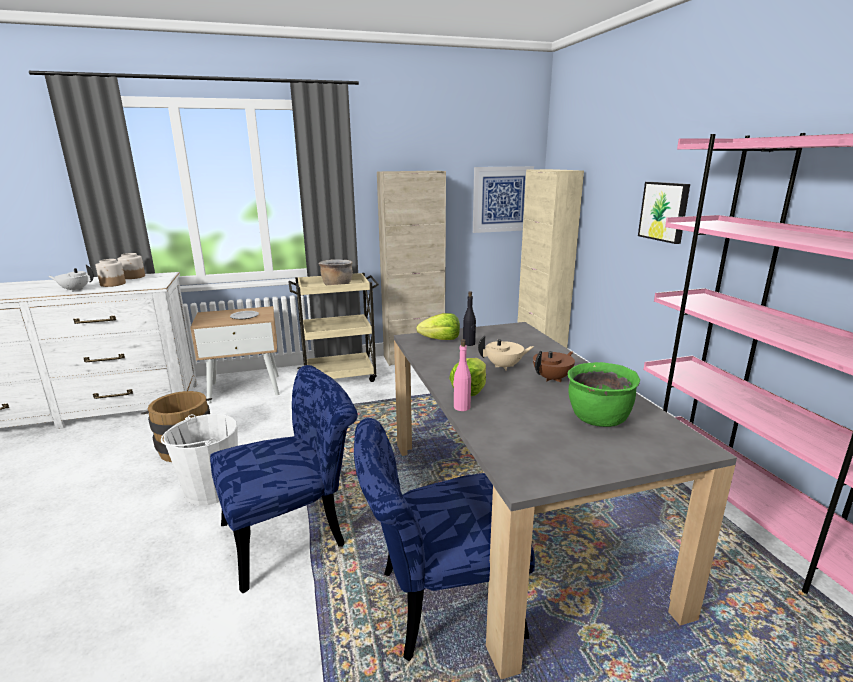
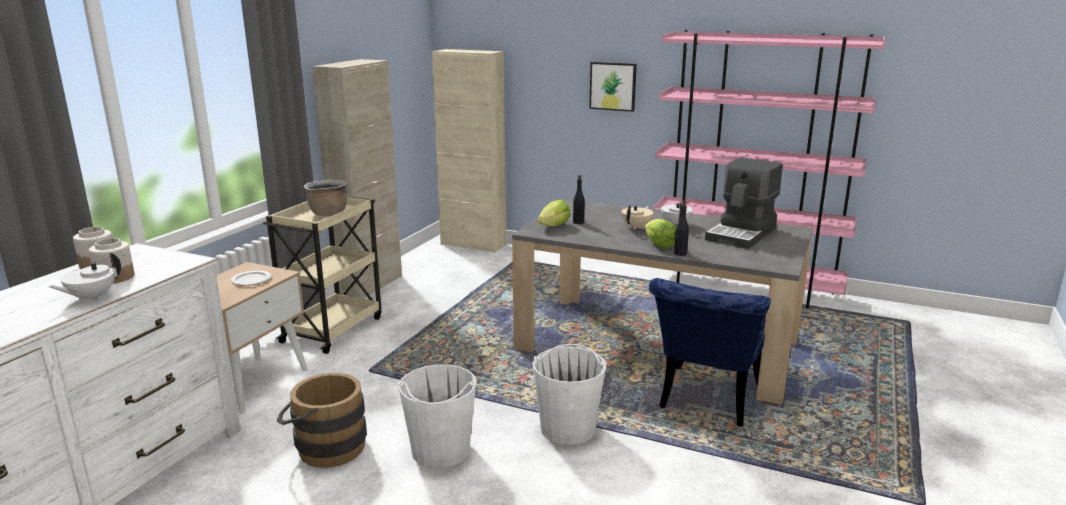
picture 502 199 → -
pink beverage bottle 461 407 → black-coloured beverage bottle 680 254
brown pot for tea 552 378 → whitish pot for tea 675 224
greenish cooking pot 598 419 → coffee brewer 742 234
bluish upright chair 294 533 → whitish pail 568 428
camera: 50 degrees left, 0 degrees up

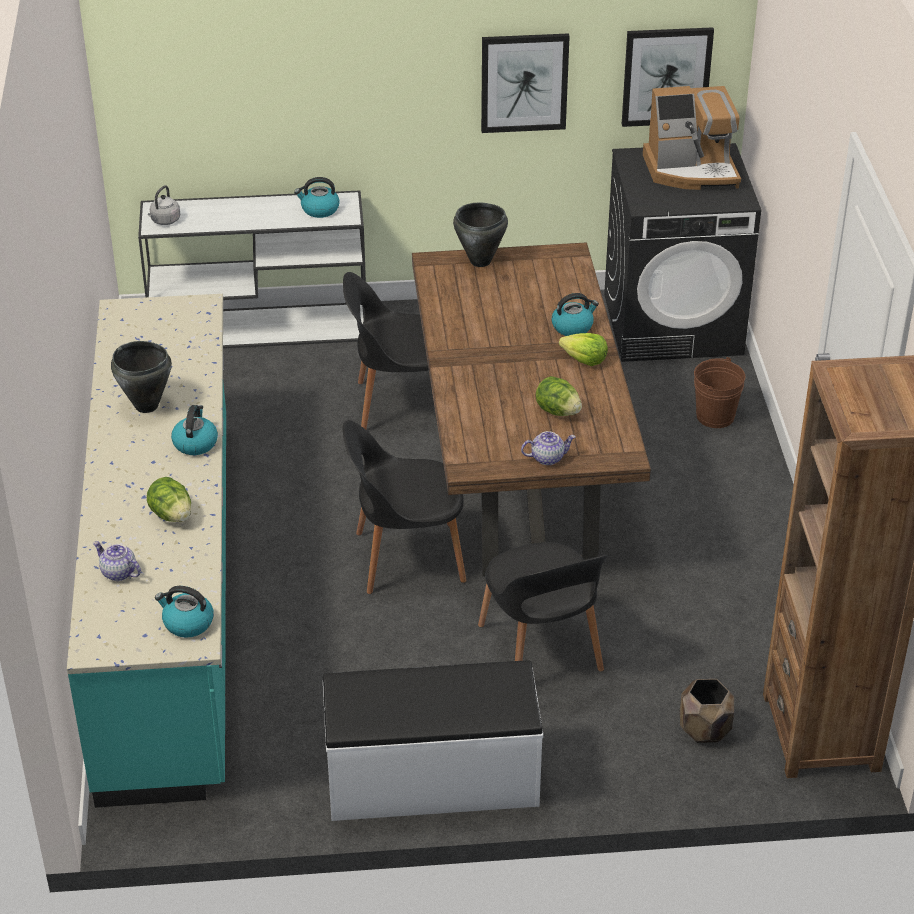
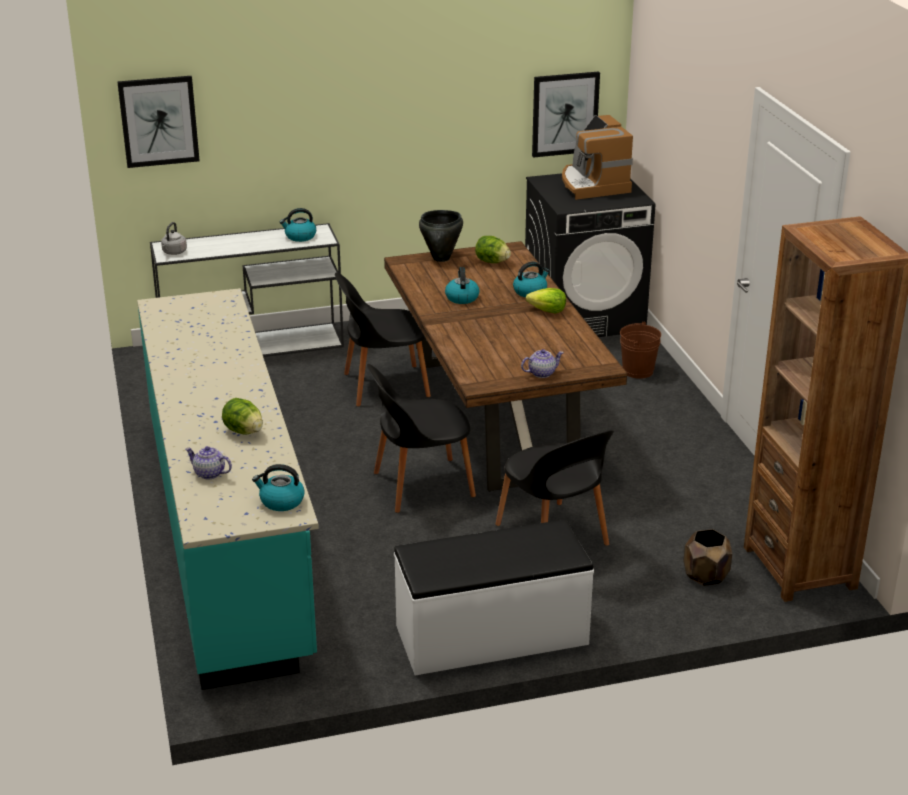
picture 524 82 → picture 159 121, move
coffee brewer 691 170 → coffee brewer 592 185, 90 degrees clockwise
black-coloured cooking pot 146 406 → -
lettuce 557 411 → lettuce 492 262, move
tea kettle 195 443 → tea kettle 461 297, move
camera: 10 degrees left, 10 degrees down

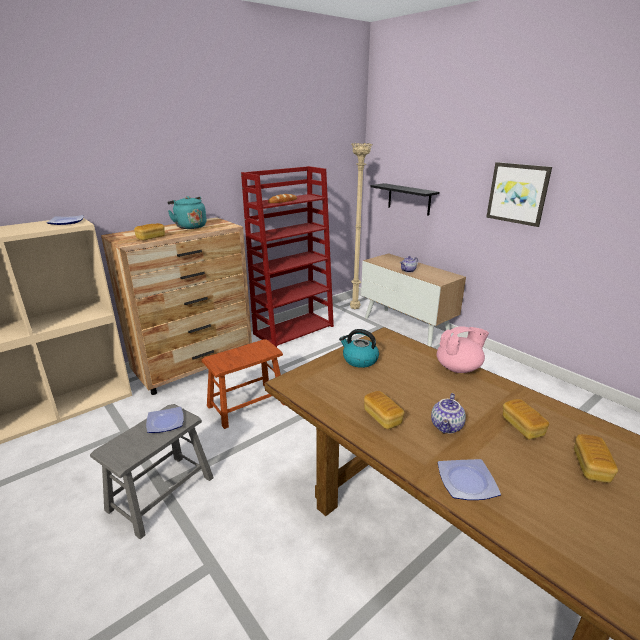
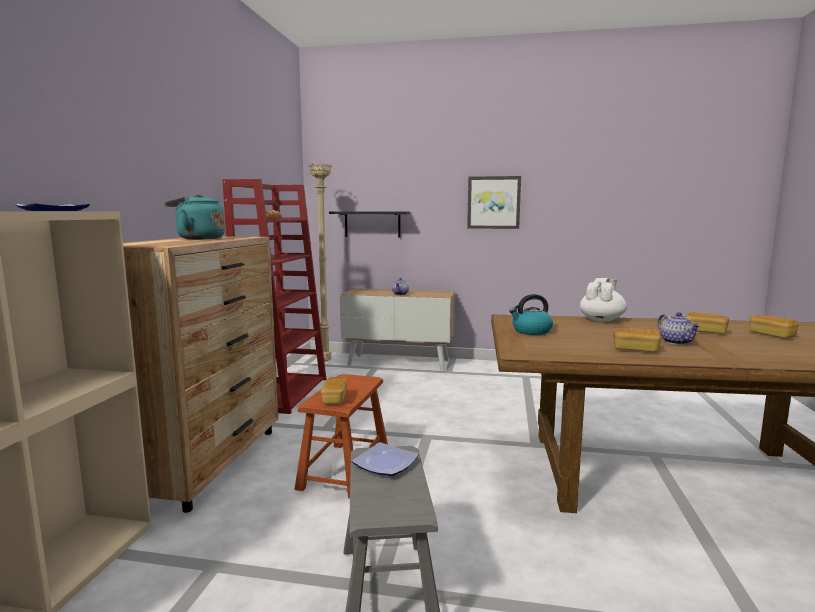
baked bread 151 238 → baked bread 334 399, move
pink pot for tea 459 368 → whitish pot for tea 601 320
plate 465 481 → -
camera: 40 degrees left, 15 degrees down

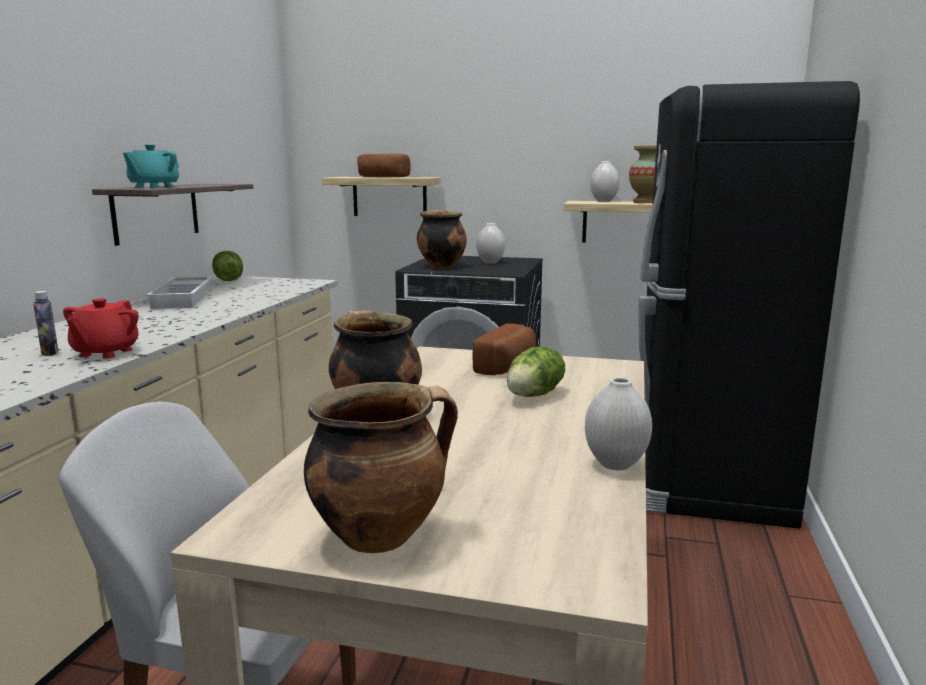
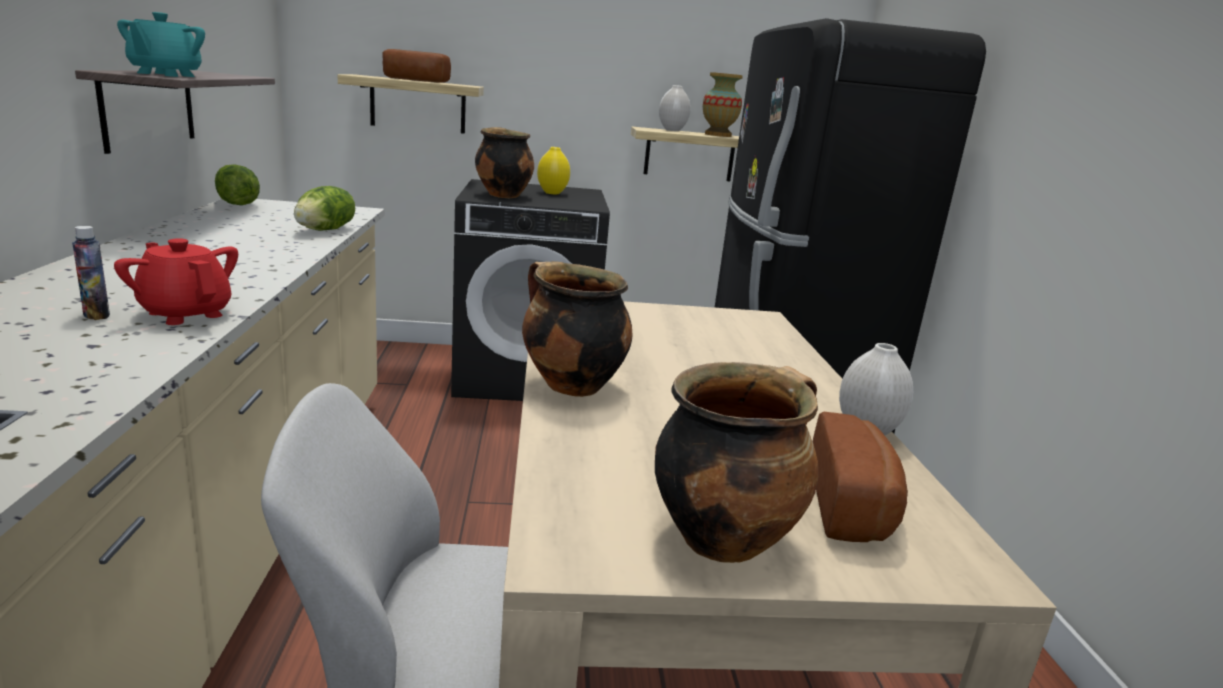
whitish vase 490 263 → yellow-coloured vase 552 193
whitish serving tray 184 298 → -
reddish pot for tea 105 352 → reddish pot for tea 185 313, 135 degrees clockwise
baked bread 509 366 → baked bread 854 504, move
lettuce 535 395 → lettuce 326 230, move
camera: 20 degrees left, 5 degrees up

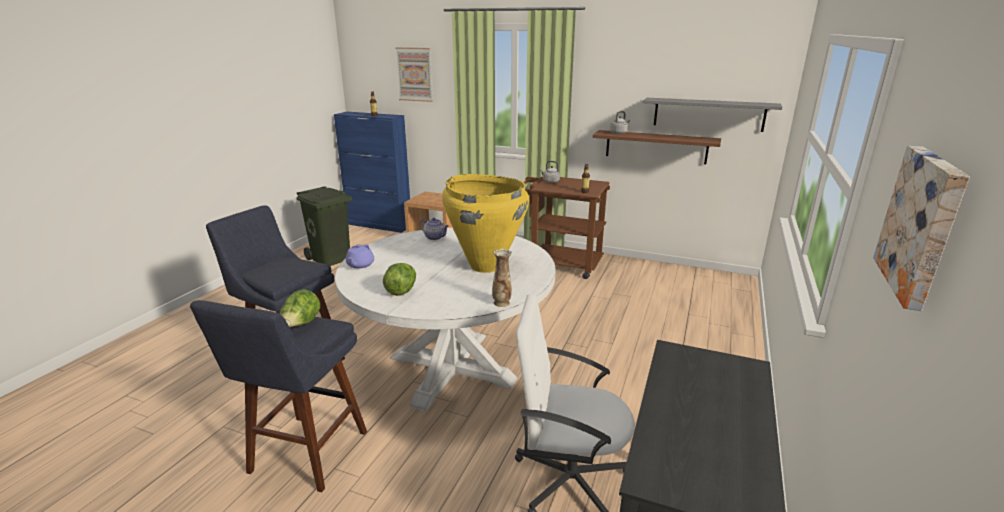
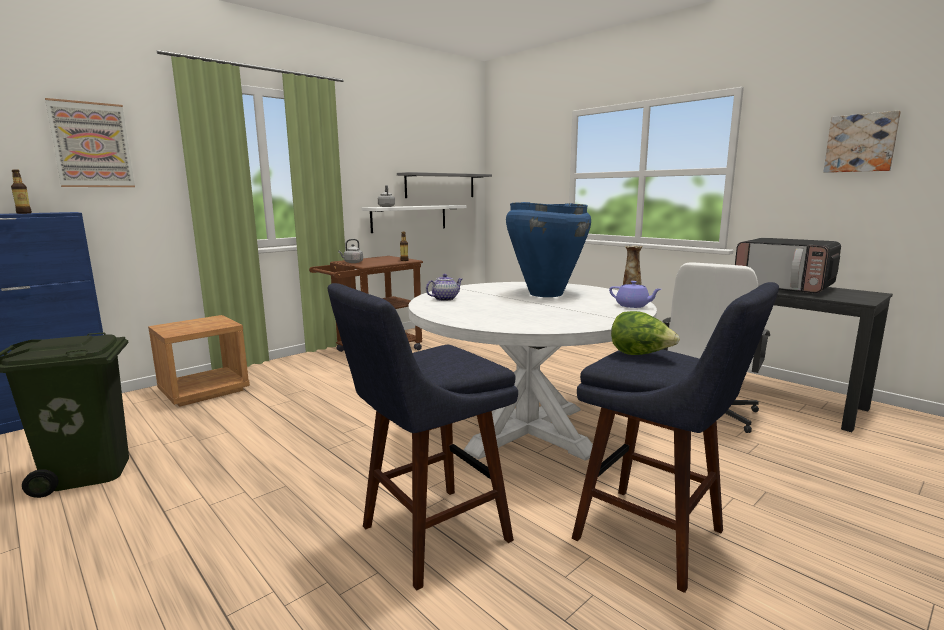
brown wall shelf 656 147 → whitish wall shelf 409 218
yellow-coloured vase 486 266 → bluish vase 546 294
purple pot for tea 360 265 → purple pot for tea 633 306, move
lettuce 401 290 → -
- → microwave 784 287
camera: 65 degrees left, 10 degrees down

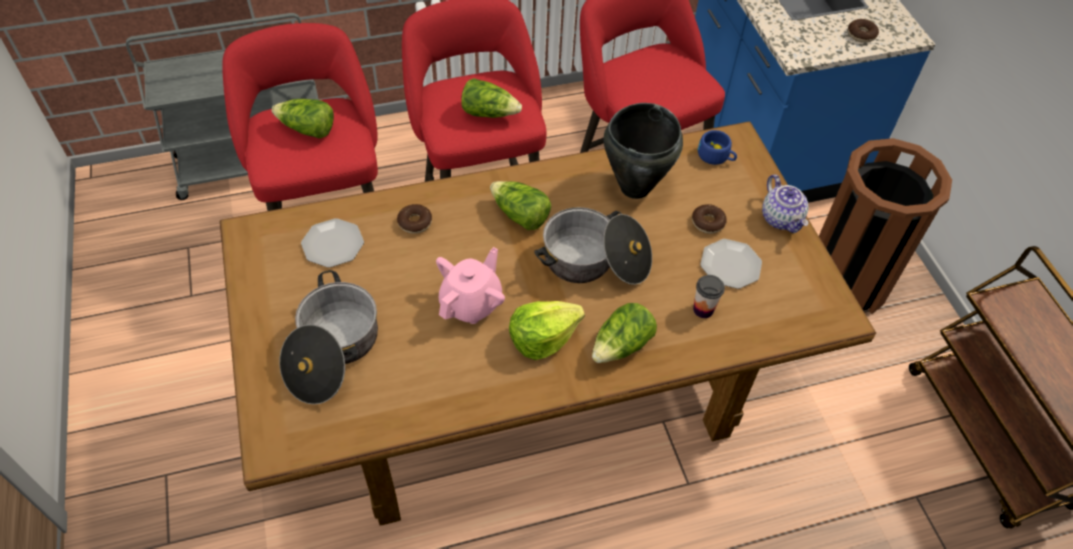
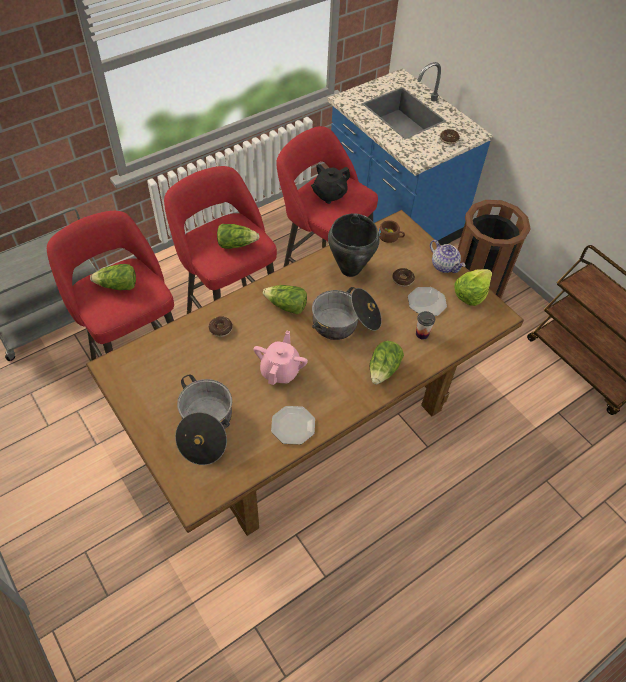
bluish drinking cup 716 156 → brown drinking cup 391 237
plate 333 244 → plate 293 425, move
lettuce 542 338 → lettuce 470 294, move
- → black-coloured pot for tea 329 194
camera: 20 degrees left, 0 degrees up

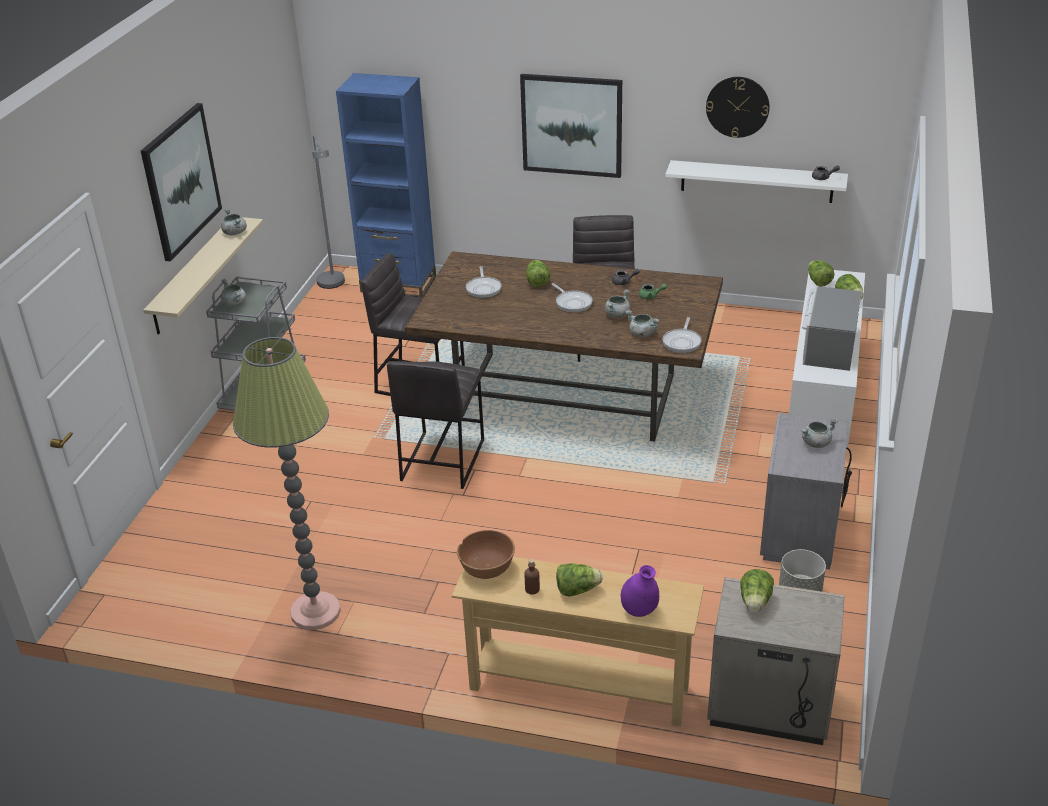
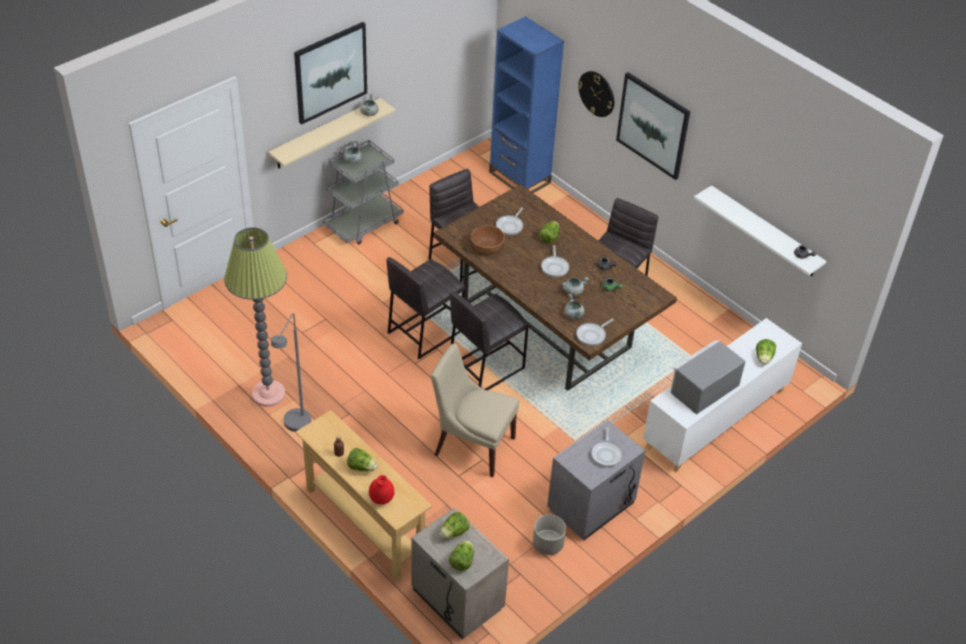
clock on the wall 737 106 → clock on the wall 597 93, move
greyish floor lamp 333 285 → greyish floor lamp 295 427, move
lettuce 818 281 → lettuce 462 561, move
greyish cooking pot 816 443 → skillet 606 454
brown bowl 487 568 → brown bowl 487 247, move
purple vase 639 610 → reddish vase 381 499
- → greyish sitting stool 485 367
- → beige upright chair 472 445
camera: 30 degrees right, 10 degrees up

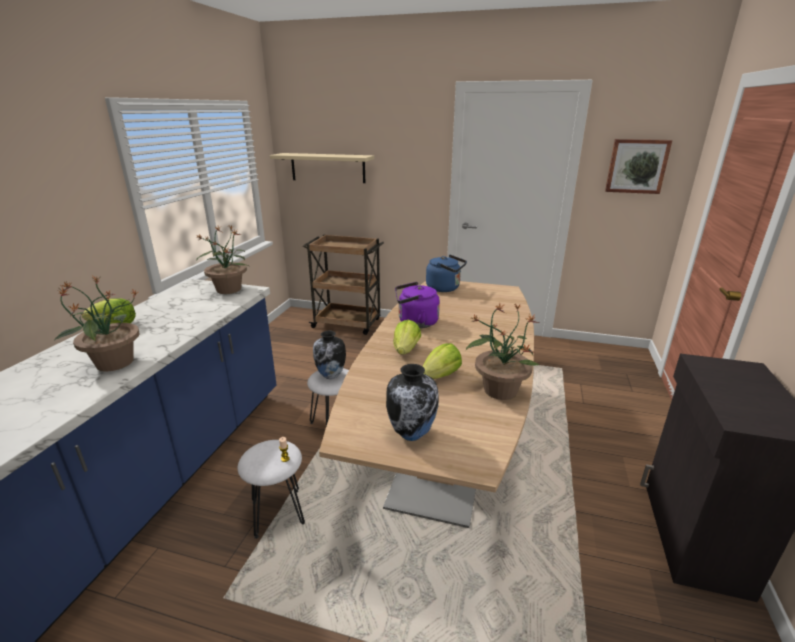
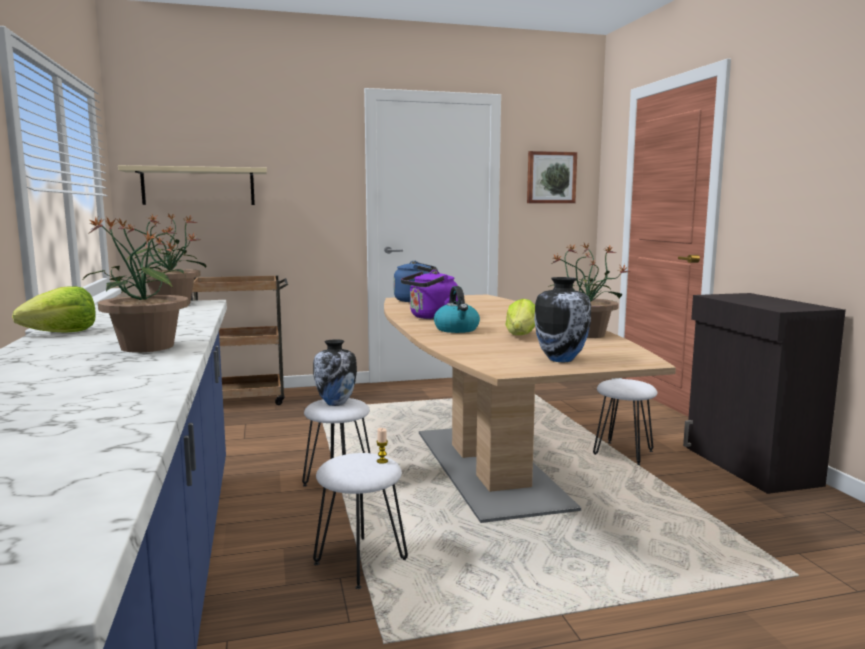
lettuce 406 350 → tea kettle 457 329
- → whitish sitting stool 623 453
camera: 30 degrees left, 15 degrees down

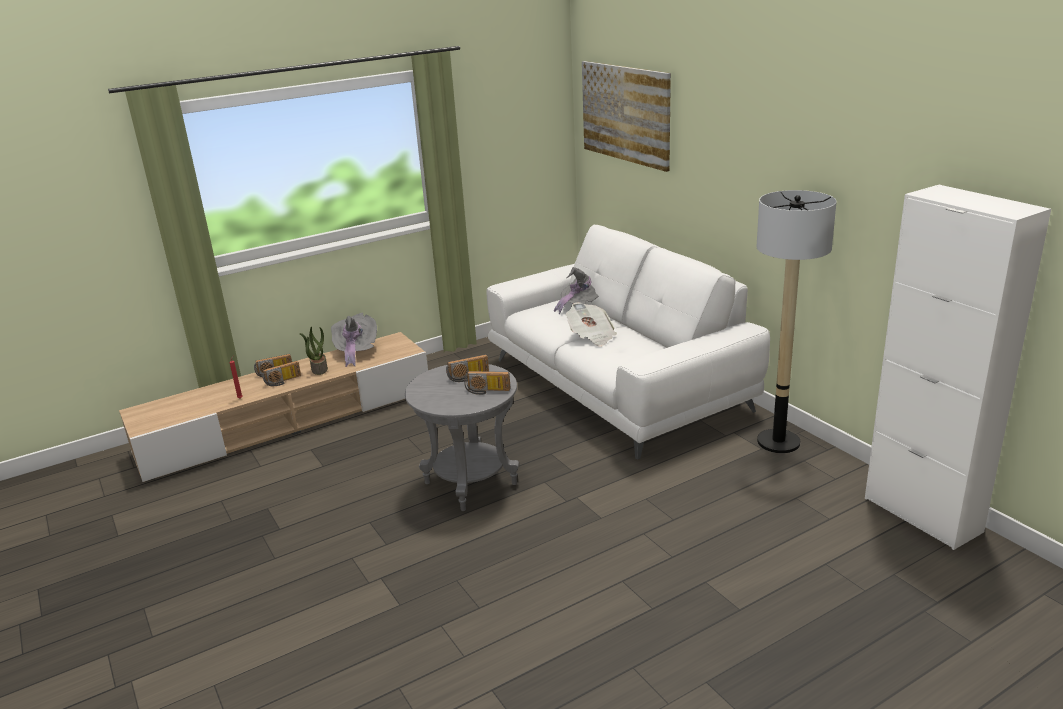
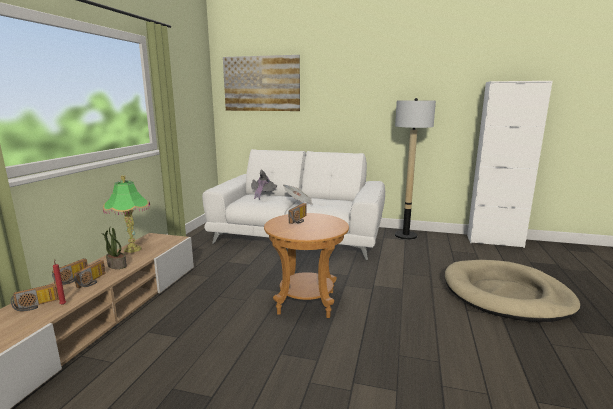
greyish hat 355 352 → table lamp 132 249
greyish end table 470 483 → brown end table 306 302
radio 487 391 → radio 38 305, move
- → beige dog bed 506 294
camera: 45 degrees left, 10 degrees down

